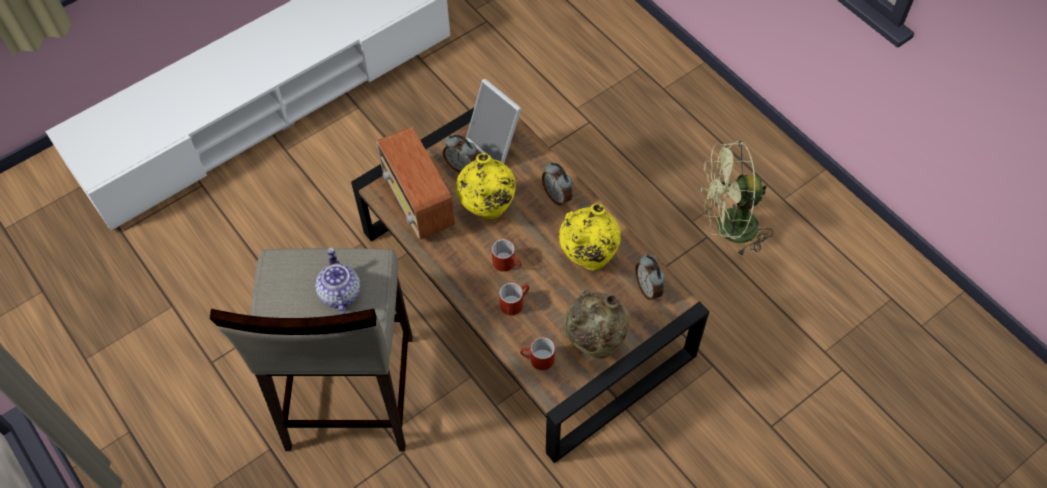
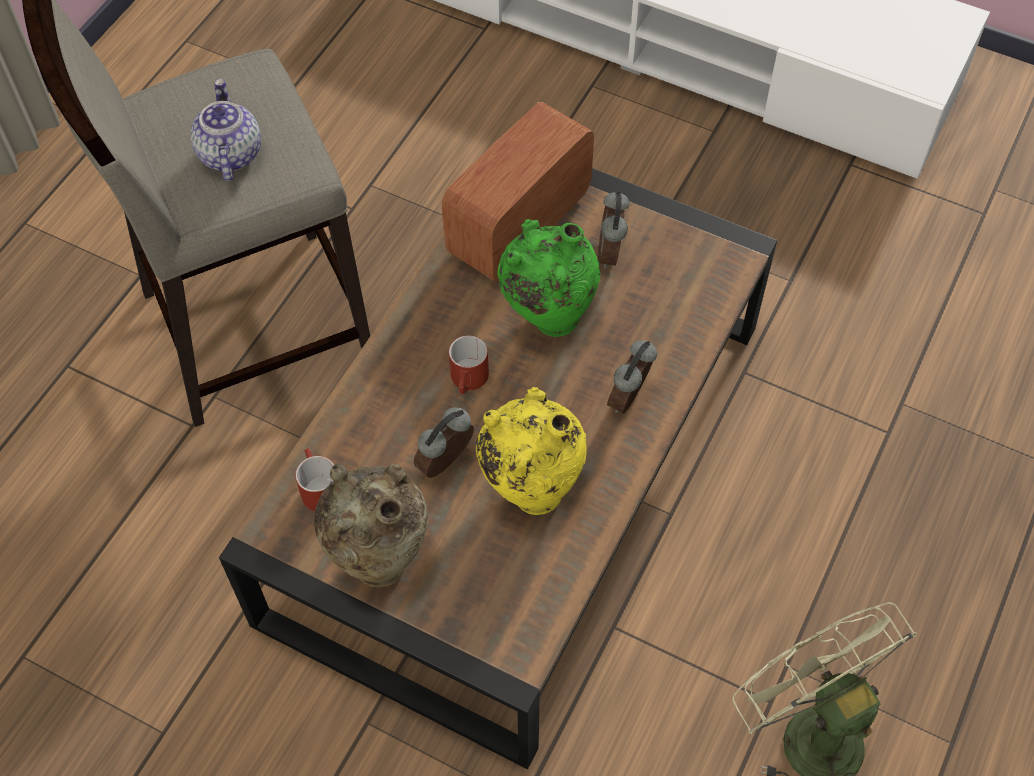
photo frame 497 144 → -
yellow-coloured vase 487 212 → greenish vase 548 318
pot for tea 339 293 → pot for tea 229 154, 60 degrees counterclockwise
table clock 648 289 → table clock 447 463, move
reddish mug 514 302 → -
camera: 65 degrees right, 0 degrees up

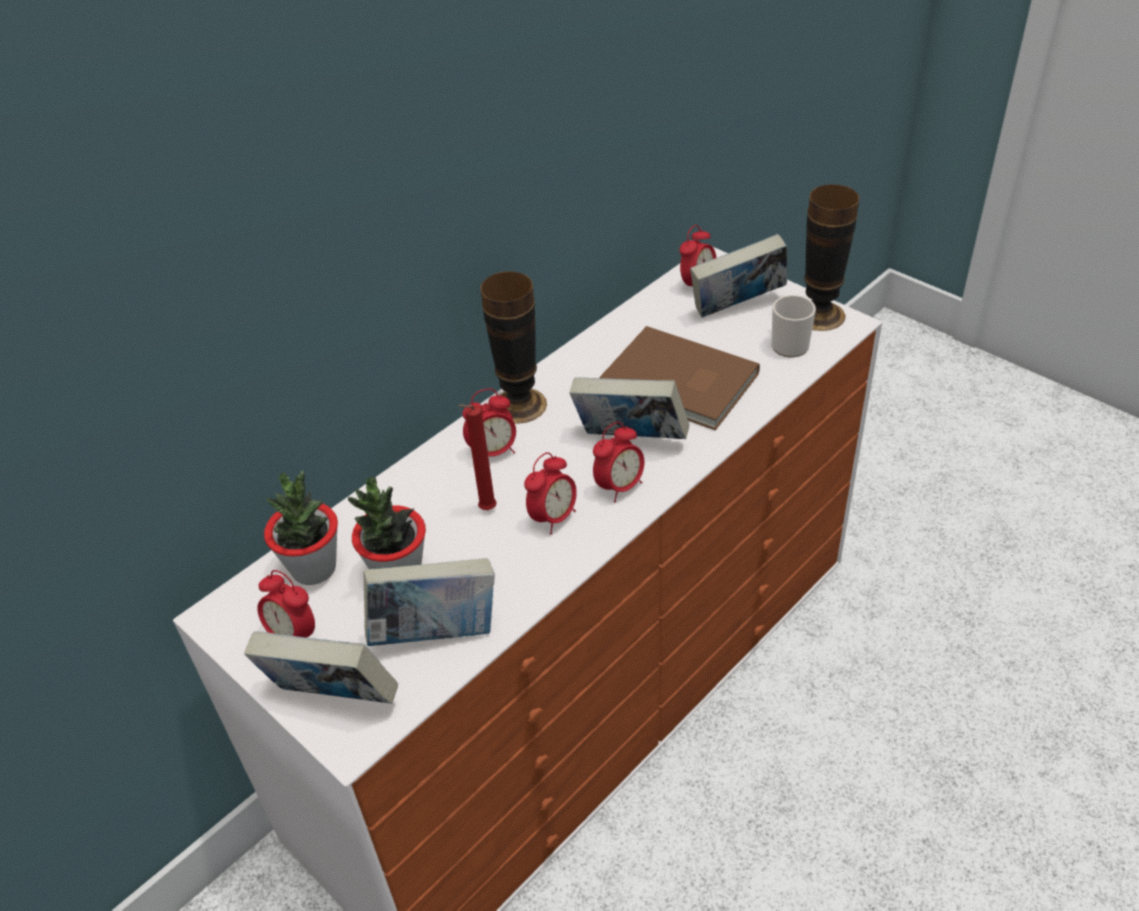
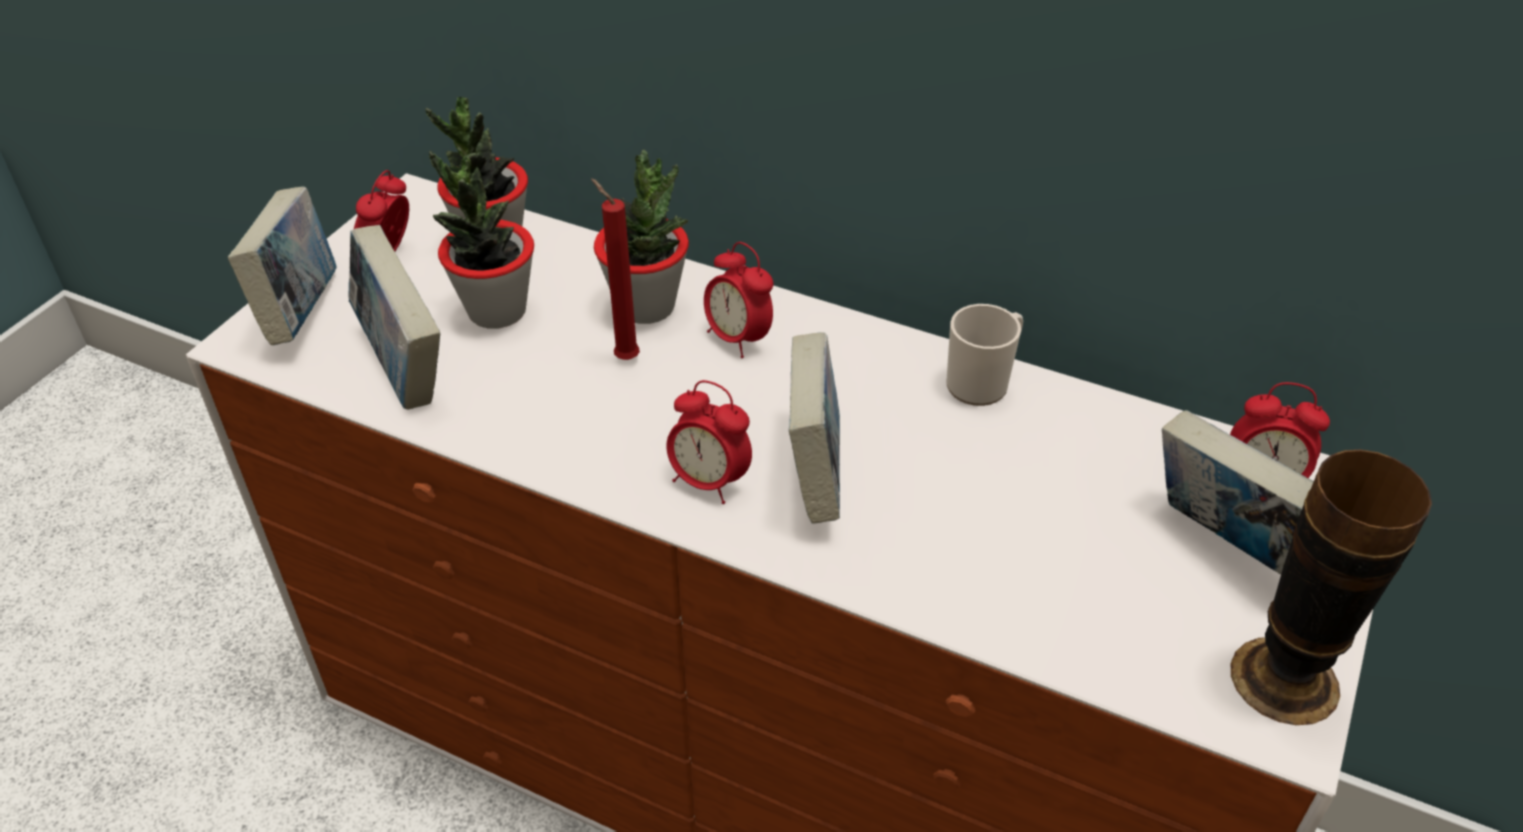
vase 519 405 → -
mug 787 343 → mug 982 382, move
brown book 679 383 → -
table clock 553 518 → -
- → potted plant 646 306
camera: 70 degrees right, 0 degrees up

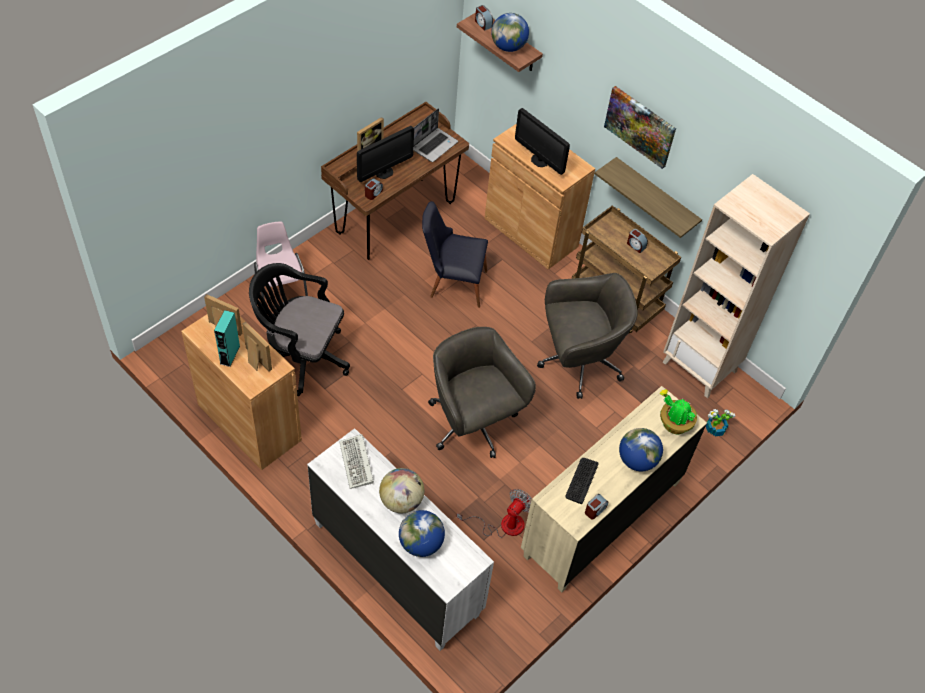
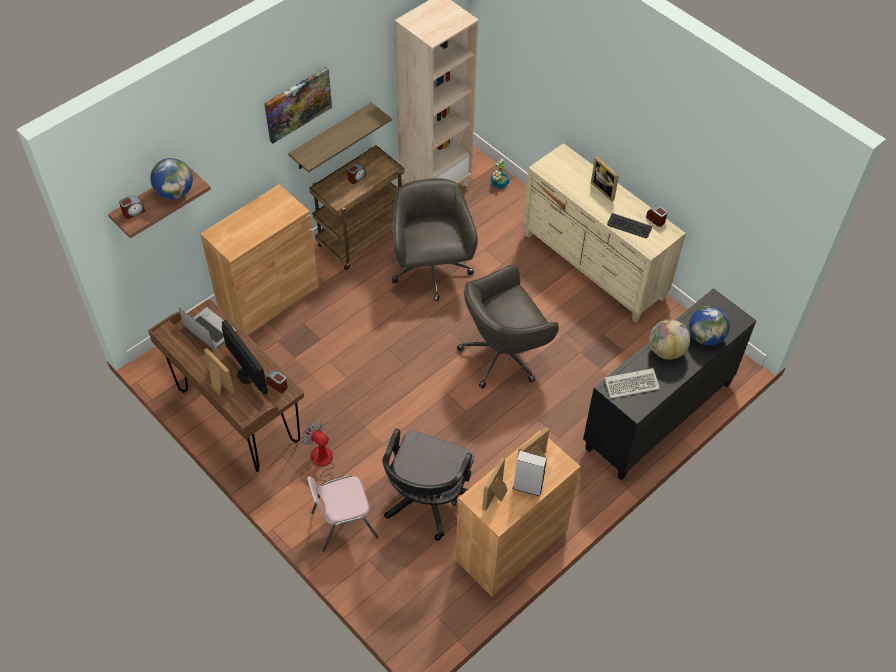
computer screen 539 160 → -
black-coloured upright chair 452 282 → -
turquoise speaker 230 354 → greyish speaker 527 487
potted plant 673 423 → -
whitish drawer chest 396 567 → black-coloured drawer chest 657 415
world globe 637 460 → photo frame 605 189
cooling fan 503 525 → cooling fan 321 464, move
camera: 85 degrees left, 0 degrees up

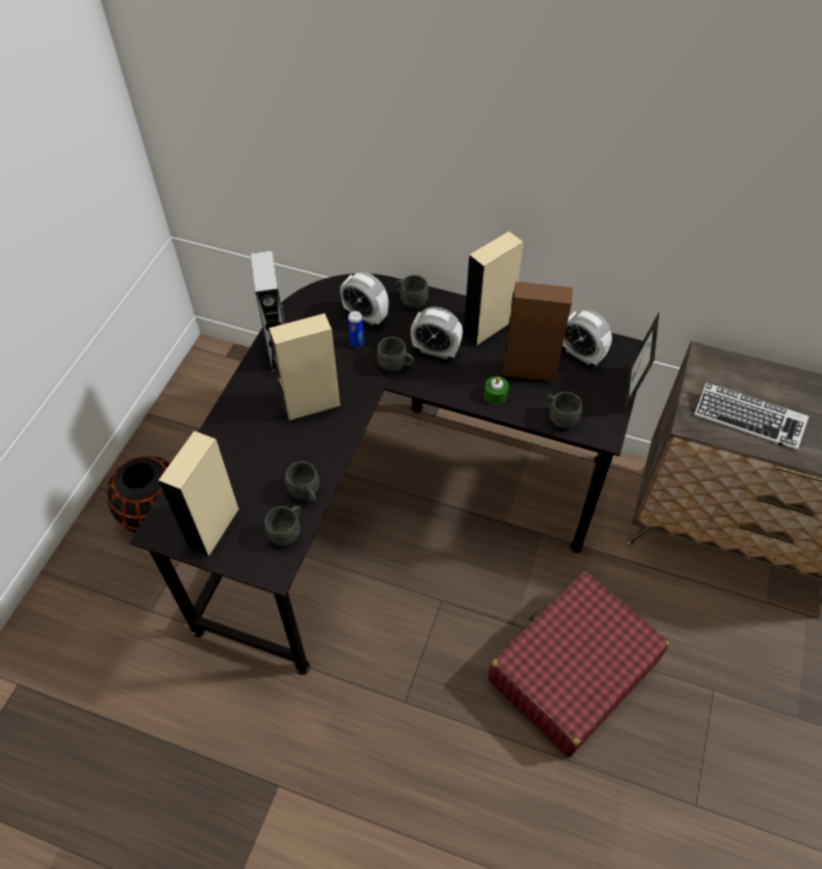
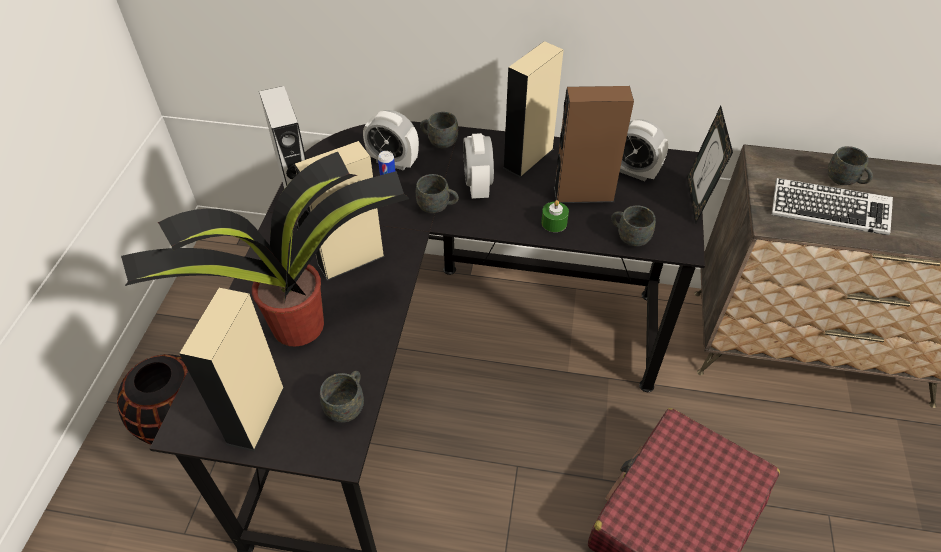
table clock 435 350 → table clock 478 186, 75 degrees clockwise
greyish mug 306 493 → greyish mug 845 181, move
- → potted plant 301 324
camera: 10 degrees left, 5 degrees down

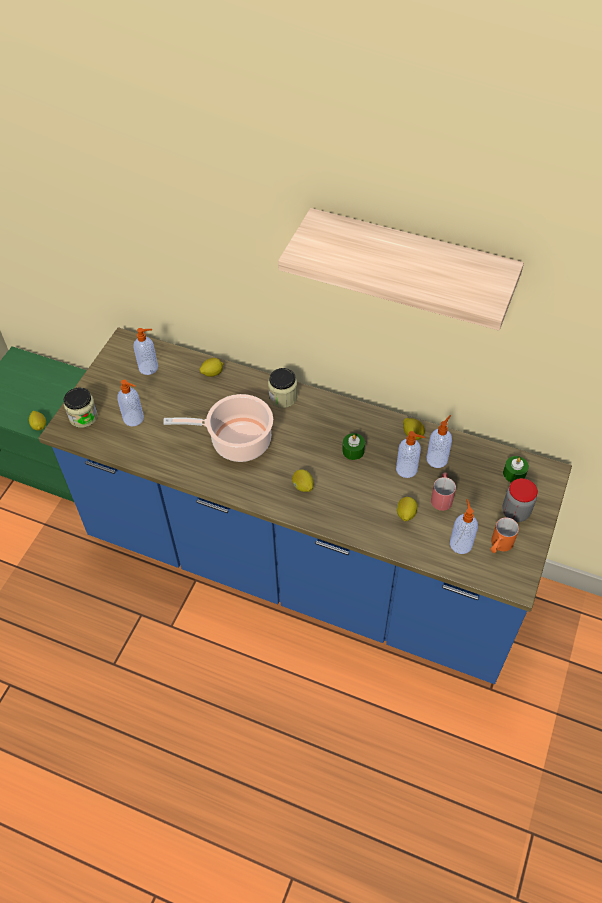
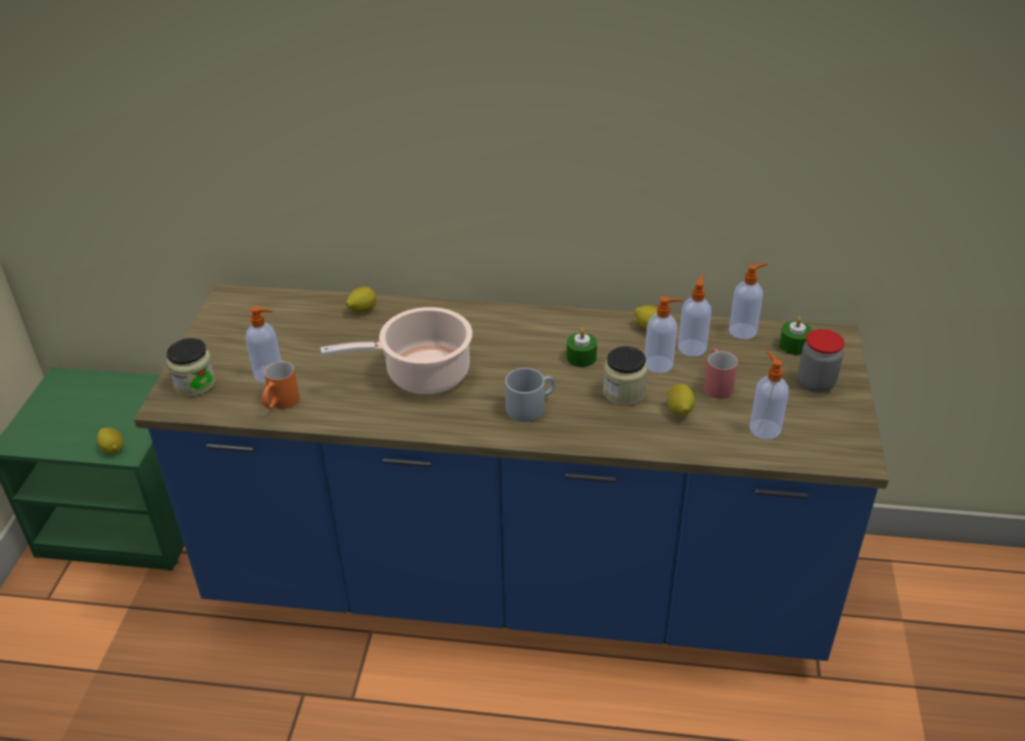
wall shelf 410 262 → -
liquid soap bottle 149 367 → liquid soap bottle 743 331, move
jar 283 397 → jar 624 392, move
whole lemon 303 486 → greyish mug 530 406
orange mug 499 546 → orange mug 280 404, move
camera: 15 degrees left, 15 degrees down

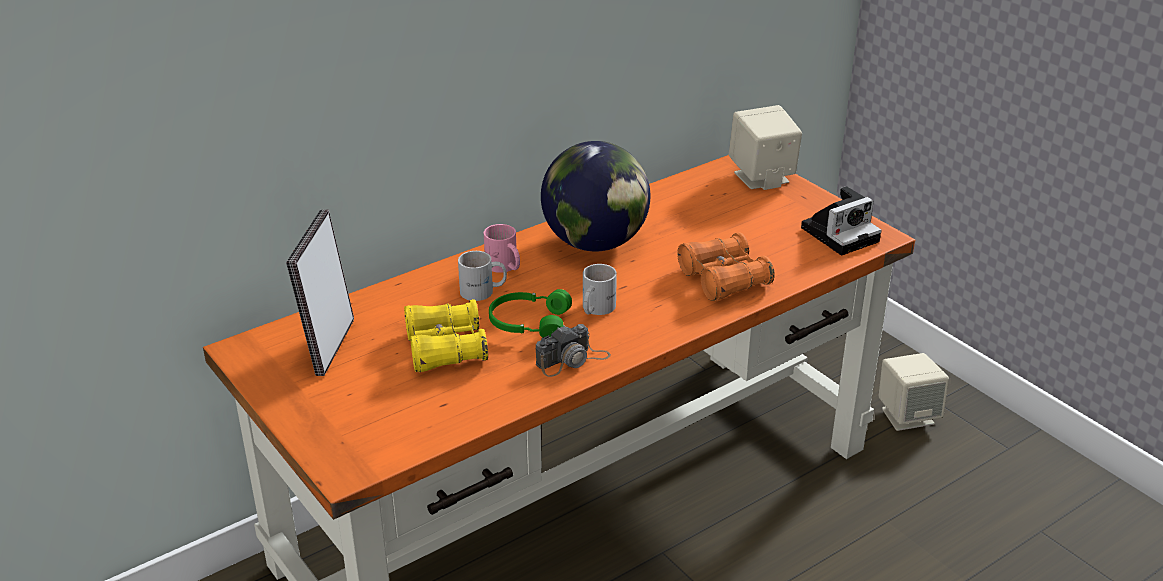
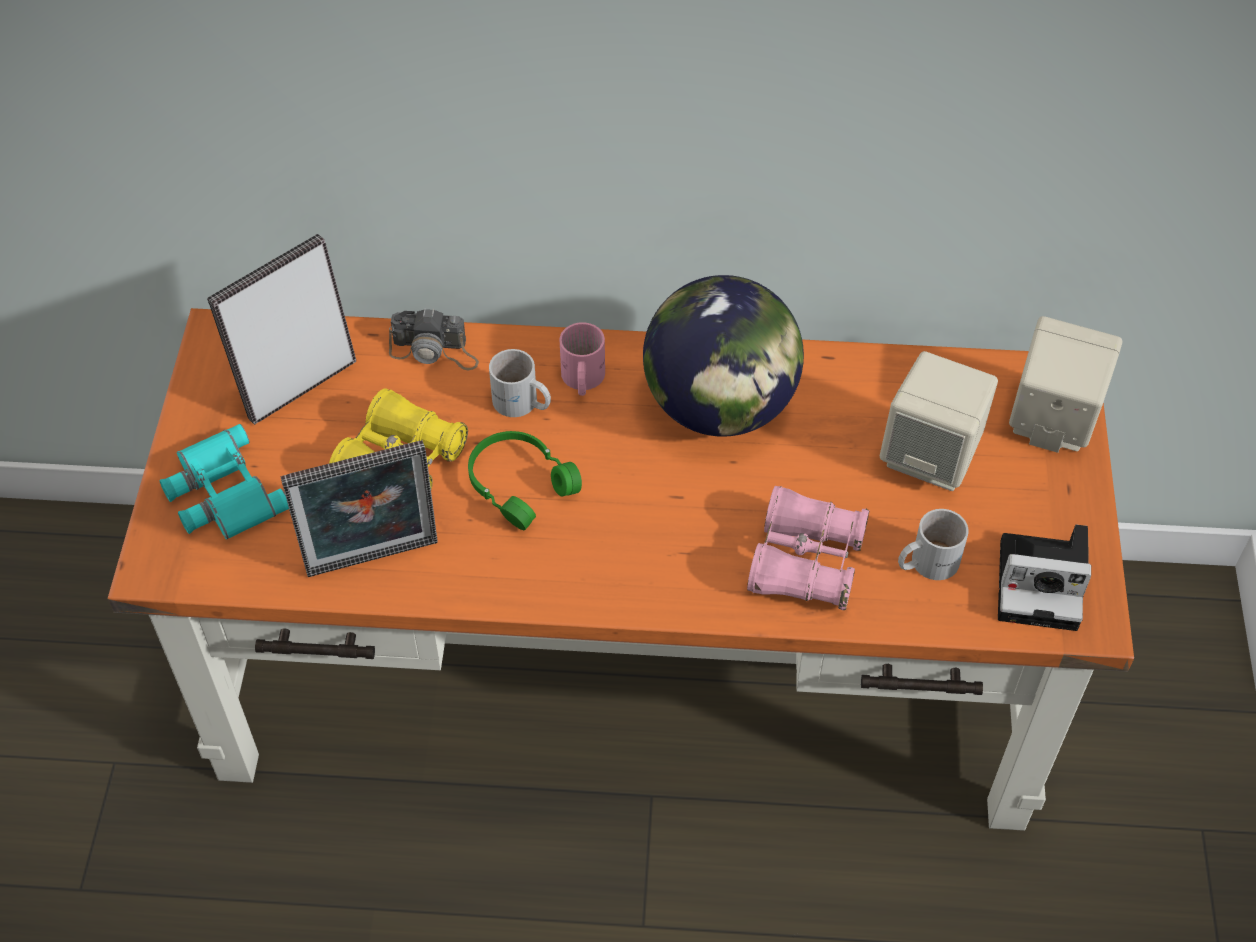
orange binoculars 723 279 → pink binoculars 805 562
whitish mug 594 308 → whitish mug 926 562, move
photo camera 572 360 → photo camera 434 351, move
beige speaker 907 416 → beige speaker 931 456, move
- → turquoise binoculars 221 493
- → photo frame 374 562
camera: 40 degrees right, 20 degrees up

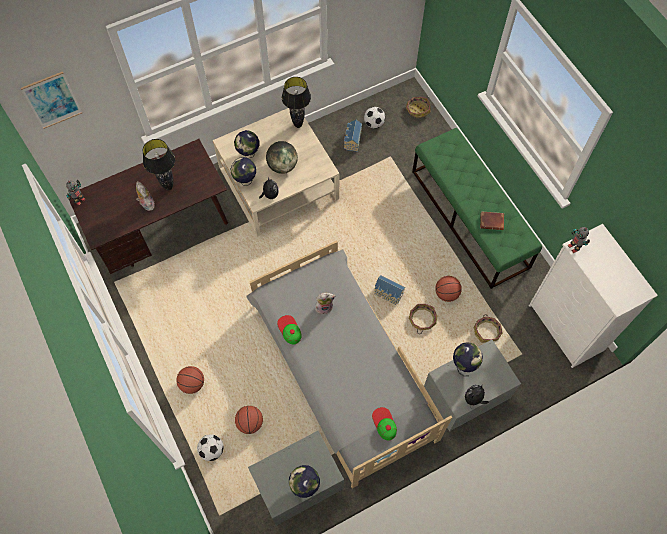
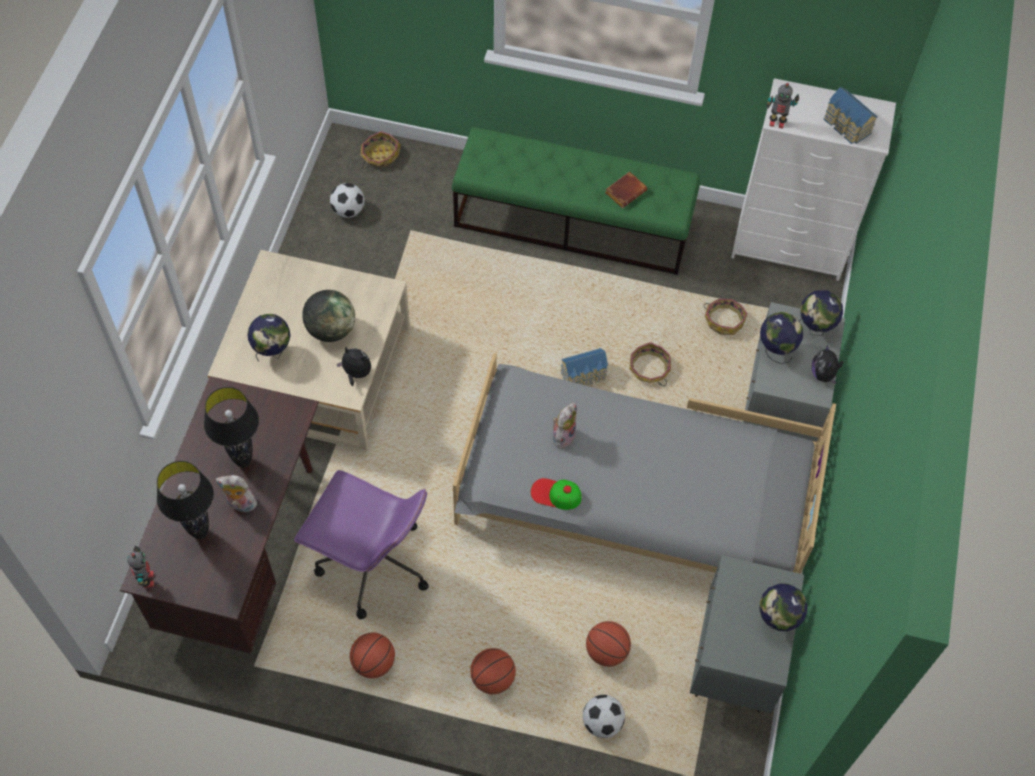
picture 52 100 → -
black-coloured table lamp 298 125 → black-coloured table lamp 200 533, move
miniature house 352 140 → miniature house 846 126, move
world globe 245 180 → world globe 815 328, move
ball for basketball 446 294 → ball for basketball 373 663, move
baseball cap 384 423 → -
- → purple office chair 371 564
camera: 50 degrees left, 5 degrees down

